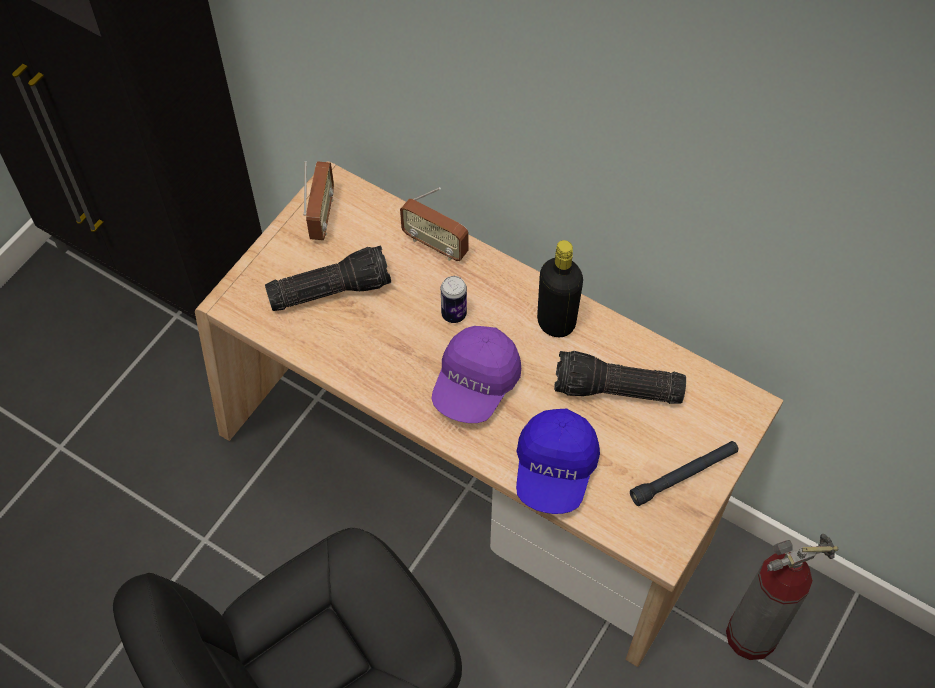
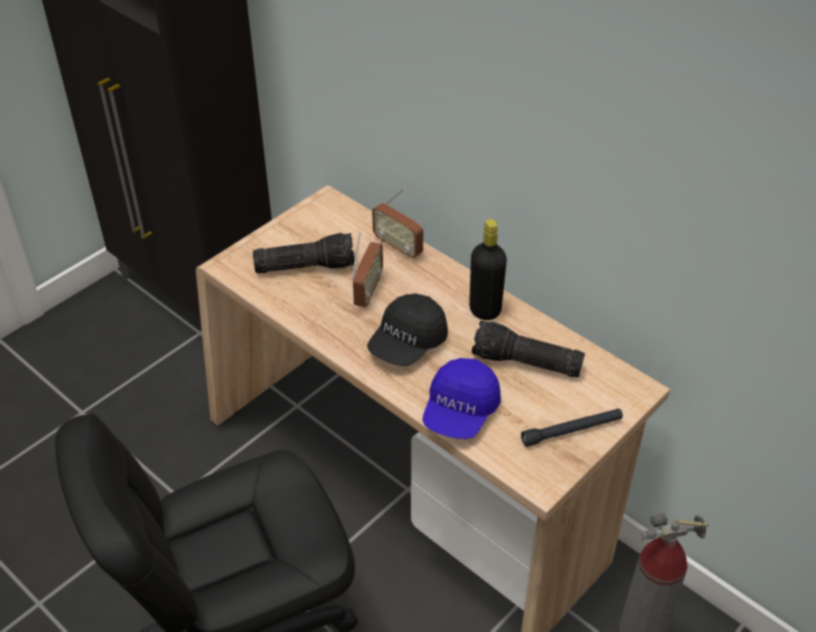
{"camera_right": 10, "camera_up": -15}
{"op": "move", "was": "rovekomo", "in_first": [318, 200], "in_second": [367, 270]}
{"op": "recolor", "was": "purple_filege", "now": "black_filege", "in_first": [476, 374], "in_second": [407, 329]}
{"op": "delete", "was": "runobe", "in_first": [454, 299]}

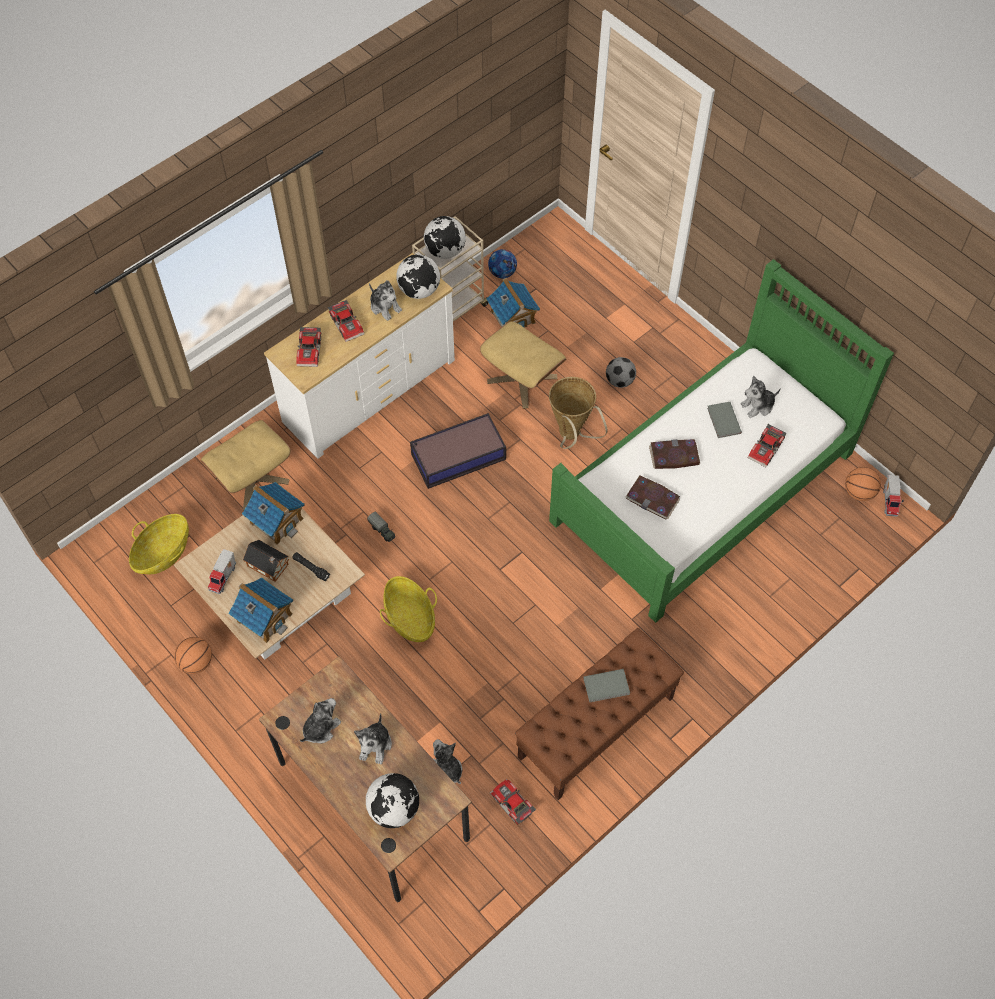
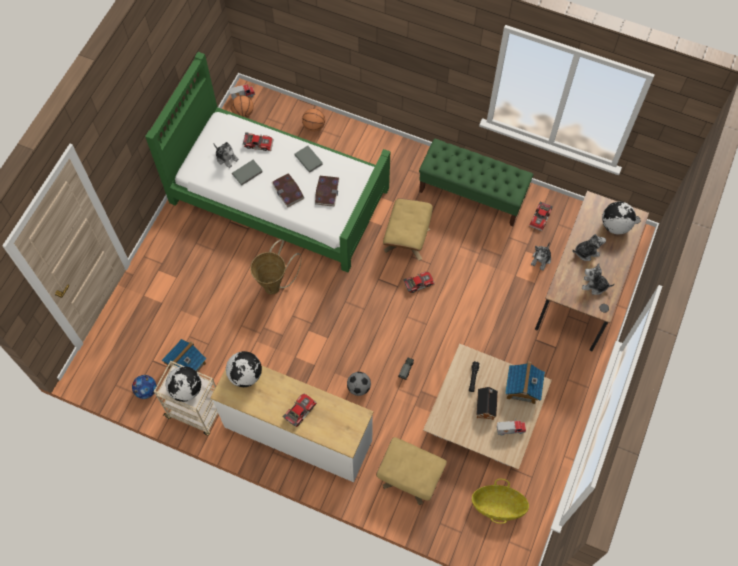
{"camera_right": -115, "camera_up": 5}
{"op": "move", "was": "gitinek", "in_first": [193, 655], "in_second": [313, 120]}
{"op": "delete", "was": "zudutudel", "in_first": [273, 513]}
{"op": "move", "was": "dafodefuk", "in_first": [308, 347], "in_second": [419, 282]}
{"op": "delete", "was": "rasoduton", "in_first": [385, 300]}
{"op": "delete", "was": "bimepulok", "in_first": [408, 609]}
{"op": "delete", "was": "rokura", "in_first": [458, 451]}
{"op": "move", "was": "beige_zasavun", "in_first": [523, 365], "in_second": [408, 229]}
{"op": "recolor", "was": "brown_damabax", "now": "green_damabax", "in_first": [599, 714], "in_second": [476, 182]}
{"op": "move", "was": "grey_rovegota", "in_first": [606, 685], "in_second": [308, 159]}
{"op": "move", "was": "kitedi", "in_first": [621, 372], "in_second": [359, 384]}

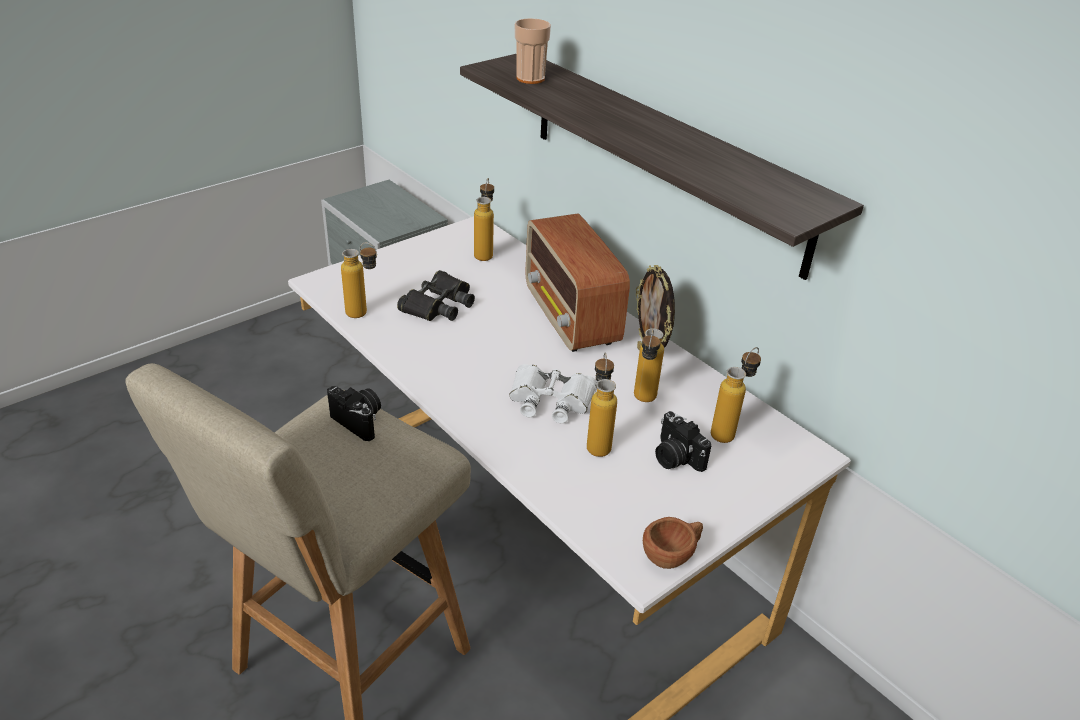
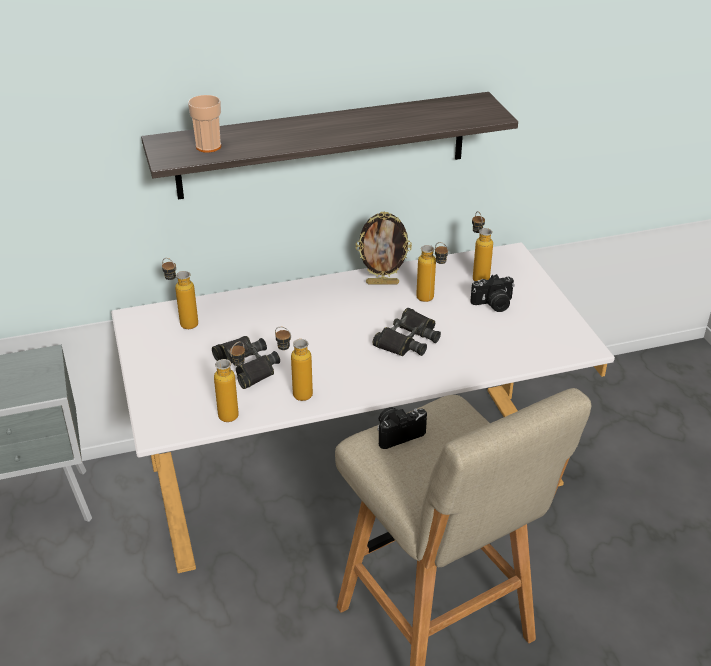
{"camera_right": -65, "camera_up": 0}
{"op": "recolor", "was": "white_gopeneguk", "now": "black_gopeneguk", "in_first": [553, 393], "in_second": [407, 332]}
{"op": "delete", "was": "rovekomo", "in_first": [578, 282]}
{"op": "move", "was": "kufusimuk", "in_first": [602, 405], "in_second": [294, 364]}
{"op": "delete", "was": "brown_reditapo", "in_first": [673, 543]}

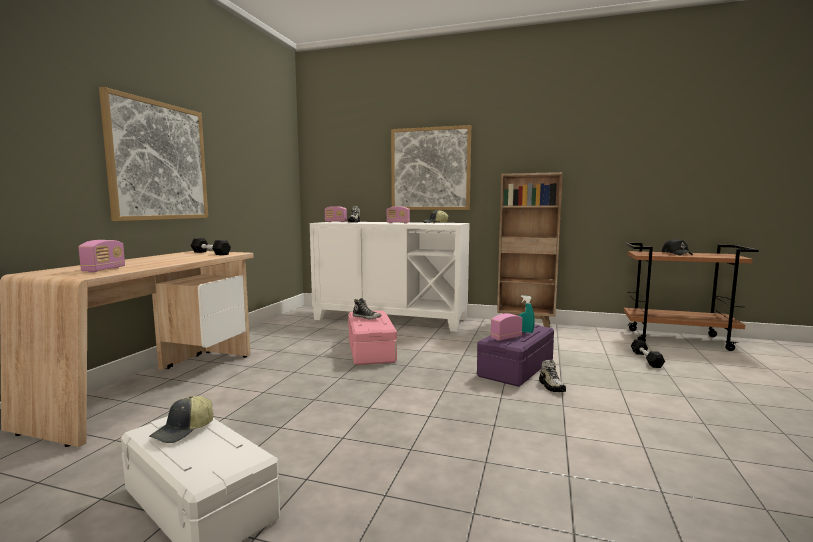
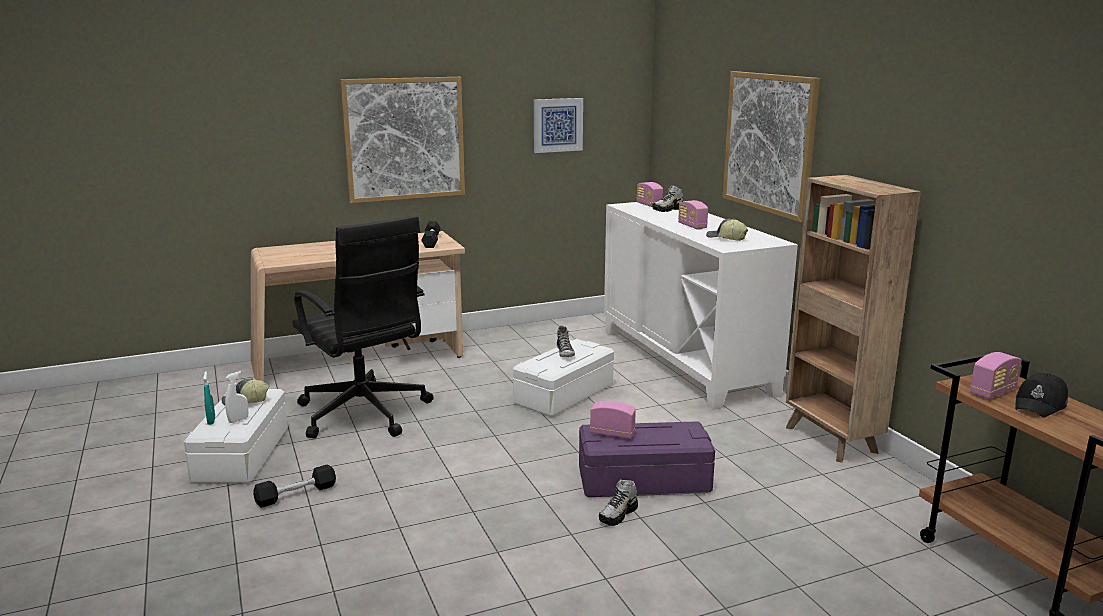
{"camera_right": 50, "camera_up": 10}
{"op": "move", "was": "rovekomo", "in_first": [101, 256], "in_second": [996, 375]}
{"op": "recolor", "was": "pink_rokura", "now": "white_rokura", "in_first": [372, 337], "in_second": [563, 378]}
{"op": "move", "was": "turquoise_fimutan", "in_first": [527, 314], "in_second": [209, 398]}
{"op": "move", "was": "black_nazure", "in_first": [648, 354], "in_second": [294, 486]}
{"op": "insert", "now": "white_fimutan", "in_second": [236, 397]}
{"op": "insert", "now": "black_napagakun", "in_second": [363, 326]}
{"op": "insert", "now": "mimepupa", "in_second": [558, 125]}

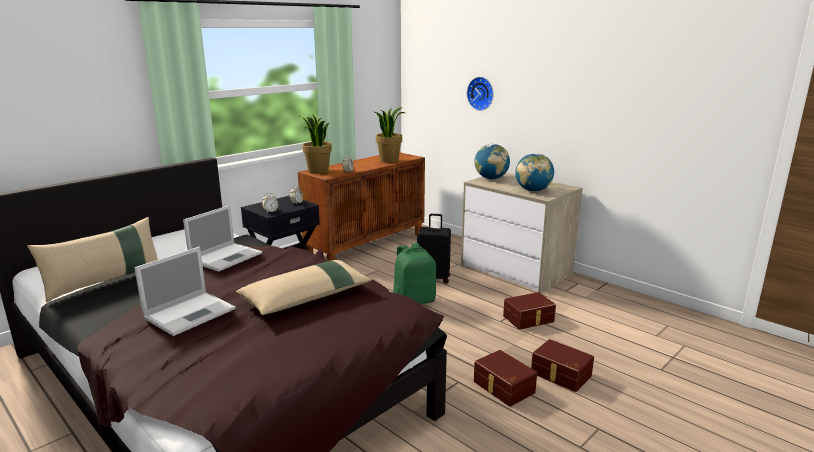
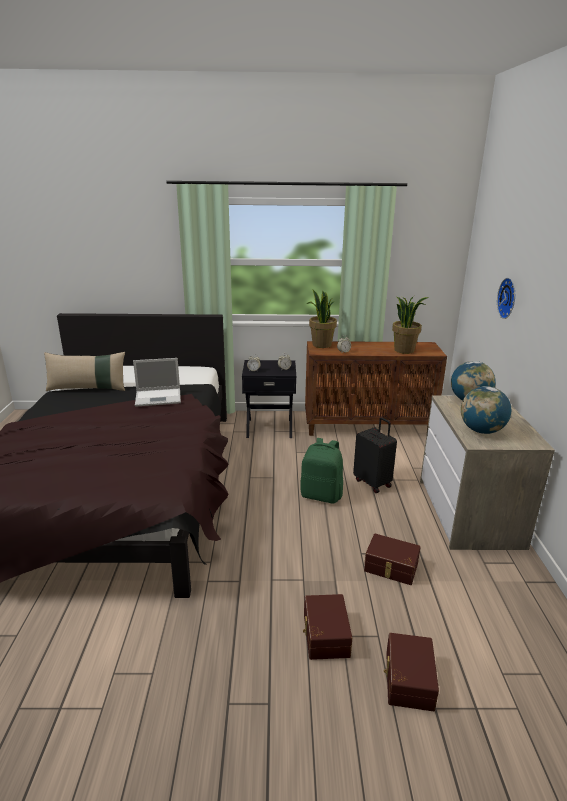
{"camera_right": 45, "camera_up": 5}
{"op": "delete", "was": "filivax", "in_first": [185, 291]}
{"op": "delete", "was": "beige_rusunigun", "in_first": [304, 287]}
{"op": "move", "was": "brown_rokura", "in_first": [505, 378], "in_second": [411, 672]}

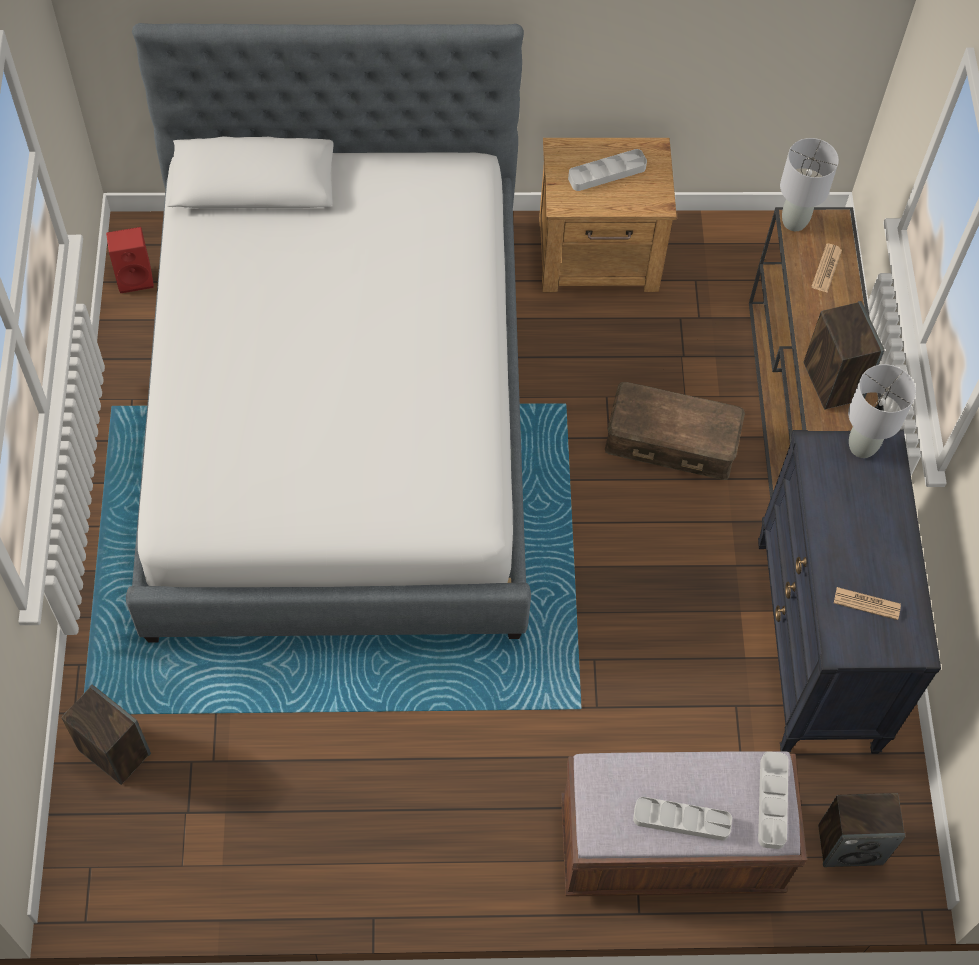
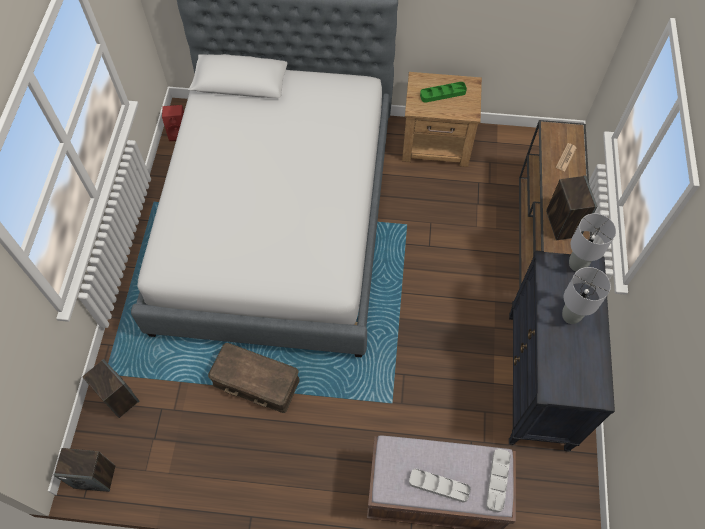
{"camera_right": 10, "camera_up": 0}
{"op": "recolor", "was": "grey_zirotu", "now": "green_zirotu", "in_first": [607, 170], "in_second": [443, 92]}
{"op": "move", "was": "brown_rokura", "in_first": [675, 431], "in_second": [254, 378]}
{"op": "move", "was": "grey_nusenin", "in_first": [809, 184], "in_second": [586, 295]}
{"op": "move", "was": "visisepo", "in_first": [861, 830], "in_second": [84, 470]}
{"op": "delete", "was": "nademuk", "in_first": [867, 603]}

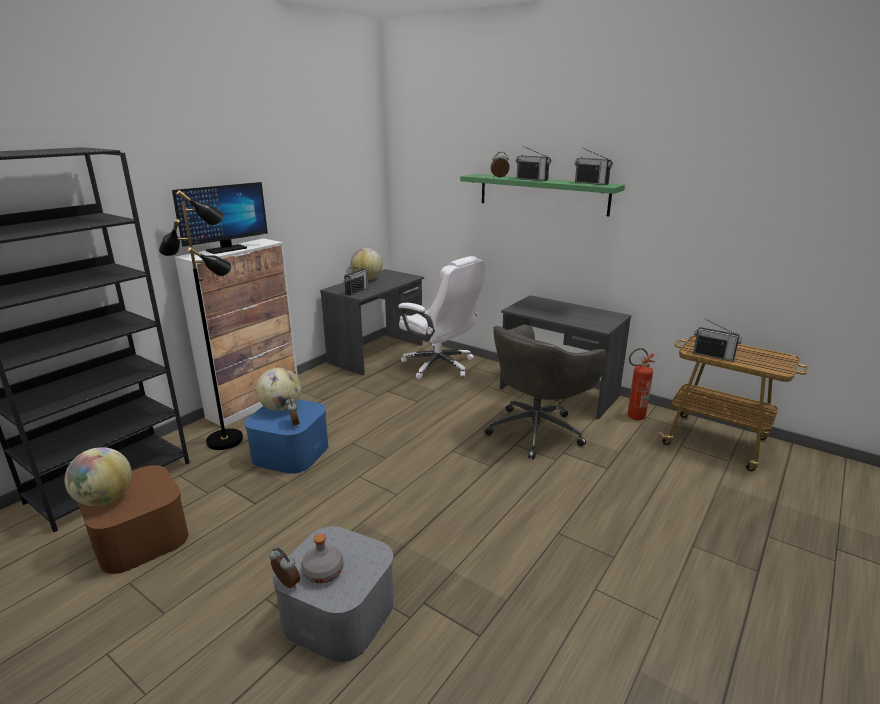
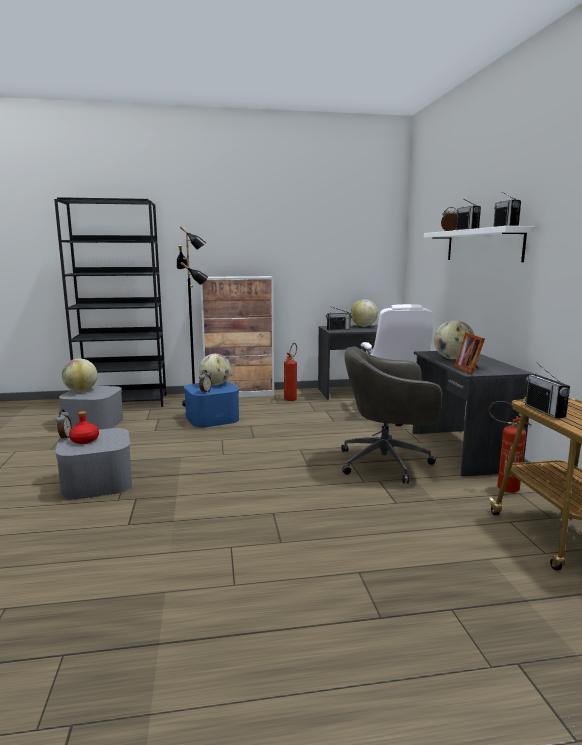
{"camera_right": 45, "camera_up": -10}
{"op": "recolor", "was": "brown_rokura", "now": "grey_rokura", "in_first": [133, 519], "in_second": [91, 408]}
{"op": "delete", "was": "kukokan", "in_first": [220, 218]}
{"op": "recolor", "was": "grey_kufusimuk", "now": "red_kufusimuk", "in_first": [322, 559], "in_second": [84, 427]}
{"op": "recolor", "was": "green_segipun", "now": "white_segipun", "in_first": [542, 195], "in_second": [479, 244]}
{"op": "insert", "now": "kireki", "in_second": [290, 372]}
{"op": "insert", "now": "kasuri", "in_second": [454, 339]}
{"op": "insert", "now": "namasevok", "in_second": [469, 353]}

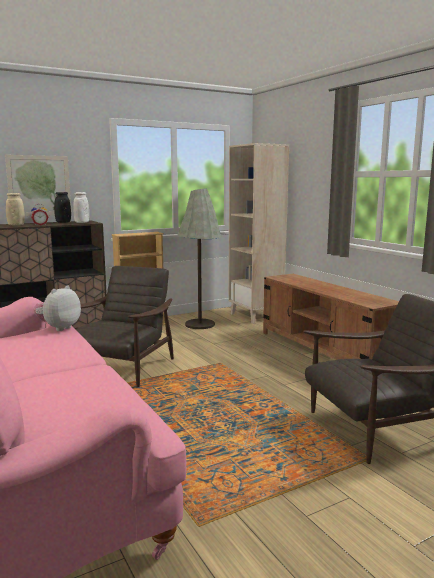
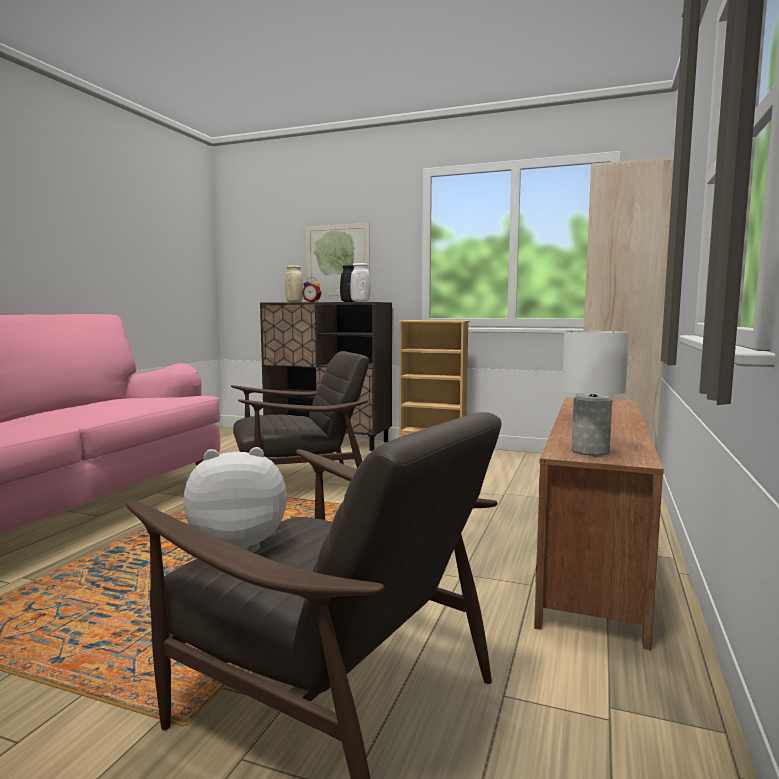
{"camera_right": 50, "camera_up": -5}
{"op": "move", "was": "rasoduton", "in_first": [57, 308], "in_second": [235, 499]}
{"op": "delete", "was": "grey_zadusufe", "in_first": [199, 258]}
{"op": "insert", "now": "white_nusenin", "in_second": [595, 393]}

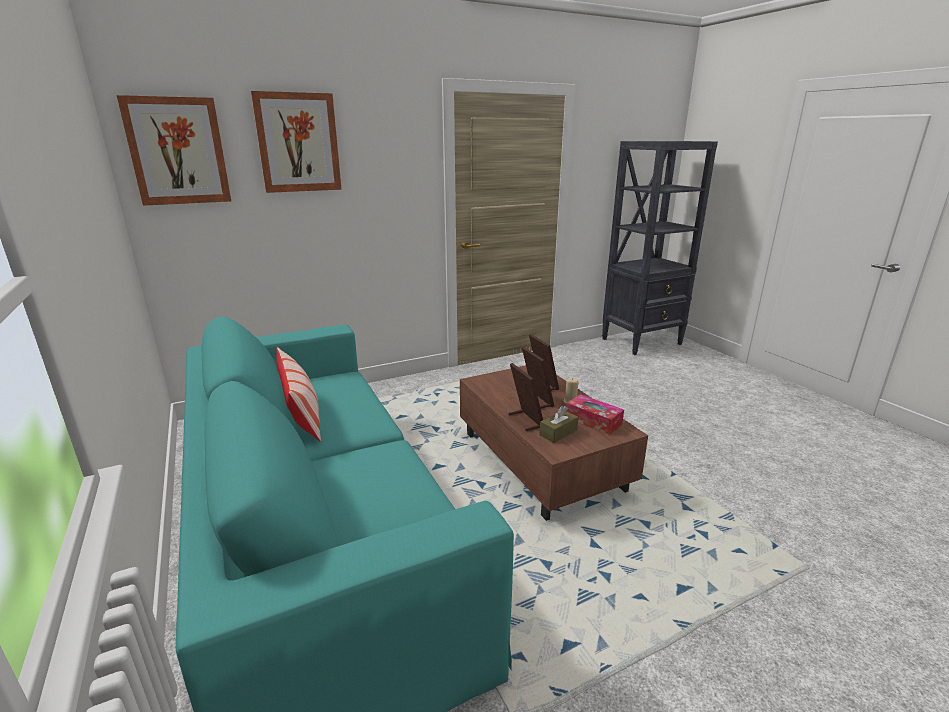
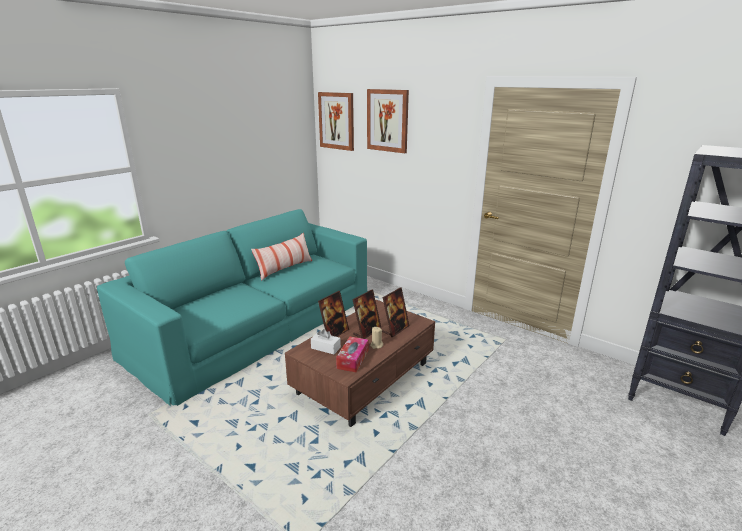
{"camera_right": 65, "camera_up": 0}
{"op": "recolor", "was": "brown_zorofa", "now": "white_zorofa", "in_first": [558, 424], "in_second": [326, 341]}

